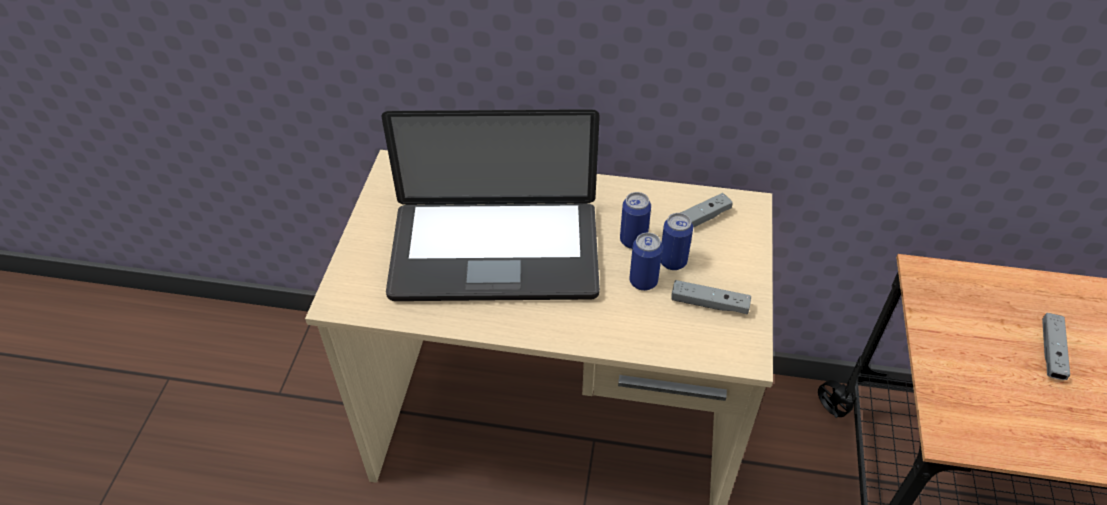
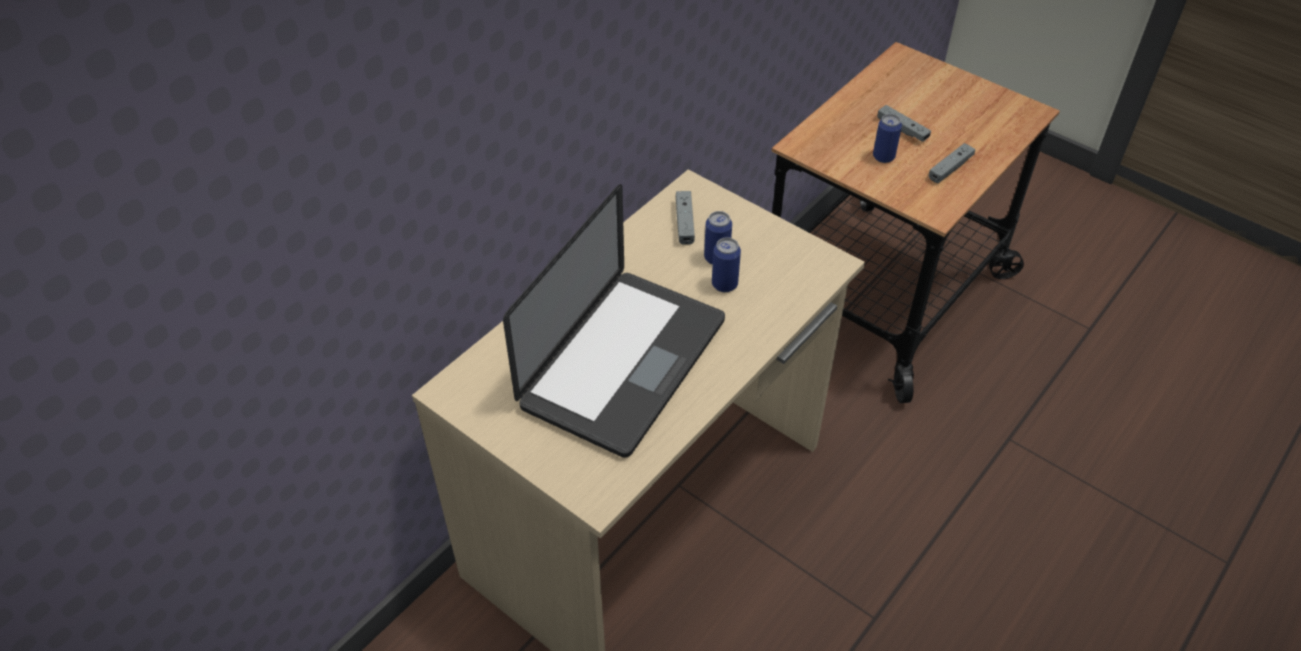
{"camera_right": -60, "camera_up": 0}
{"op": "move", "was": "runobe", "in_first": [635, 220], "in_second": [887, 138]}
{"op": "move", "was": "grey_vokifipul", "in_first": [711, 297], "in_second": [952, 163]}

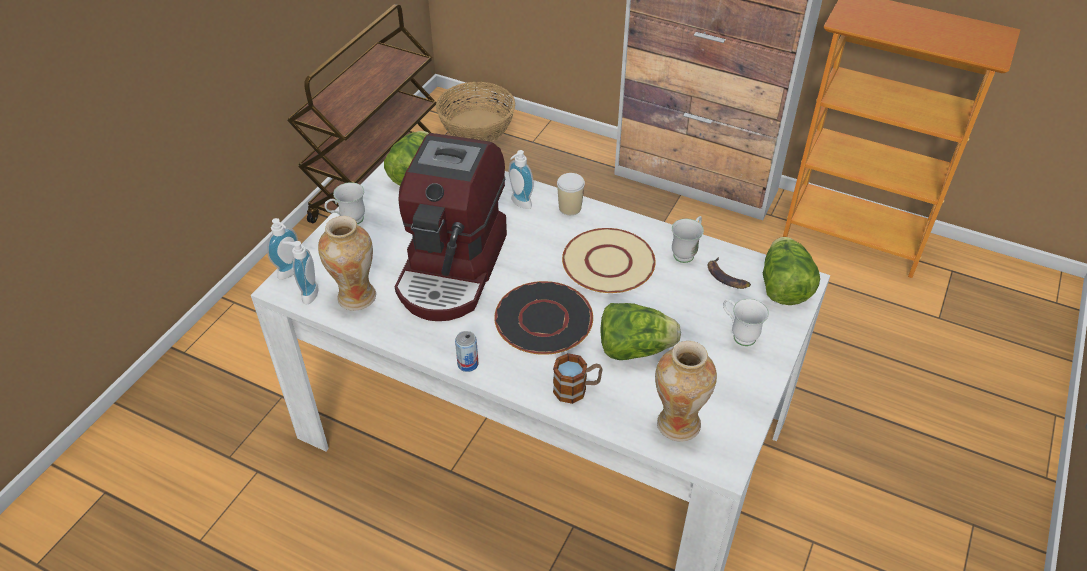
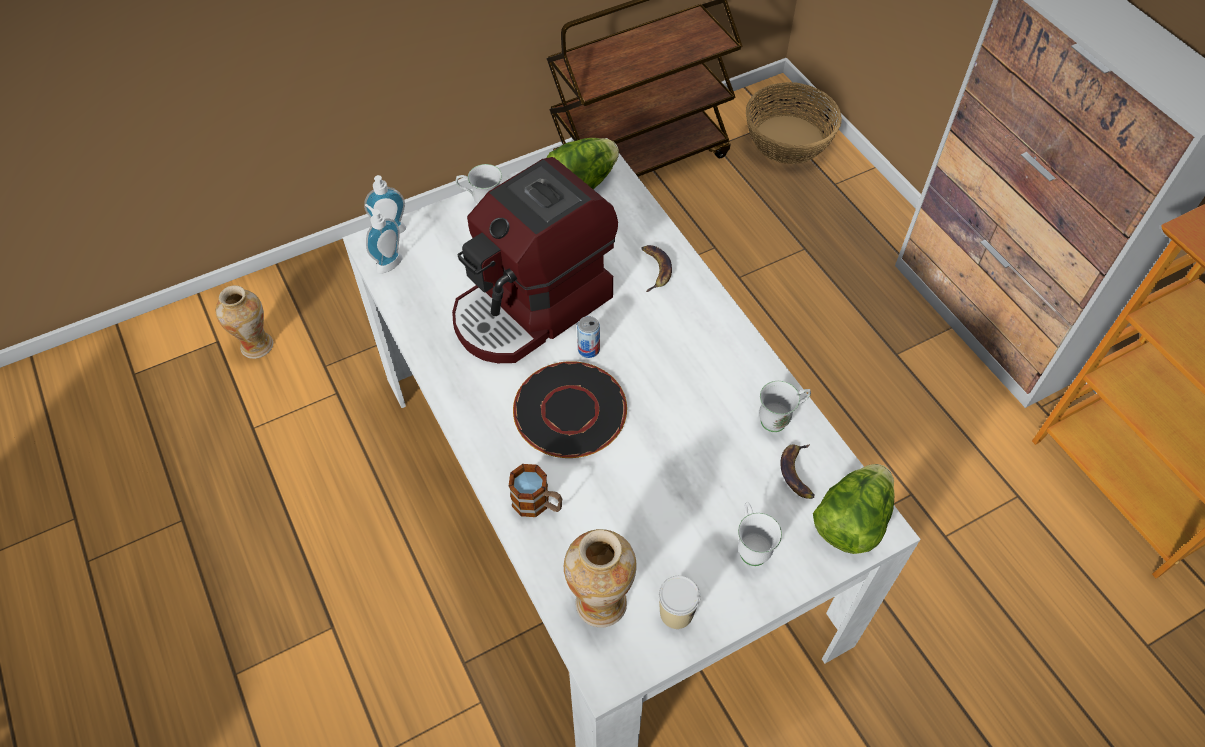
{"camera_right": 35, "camera_up": 10}
{"op": "move", "was": "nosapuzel", "in_first": [347, 263], "in_second": [244, 322]}
{"op": "move", "was": "runobe", "in_first": [466, 351], "in_second": [588, 337]}
{"op": "replace", "was": "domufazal", "now": "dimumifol", "in_first": [521, 179], "in_second": [656, 268]}
{"op": "move", "was": "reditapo", "in_first": [571, 194], "in_second": [679, 602]}
{"op": "delete", "was": "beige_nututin", "in_first": [608, 260]}
{"op": "delete", "was": "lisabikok", "in_first": [640, 331]}

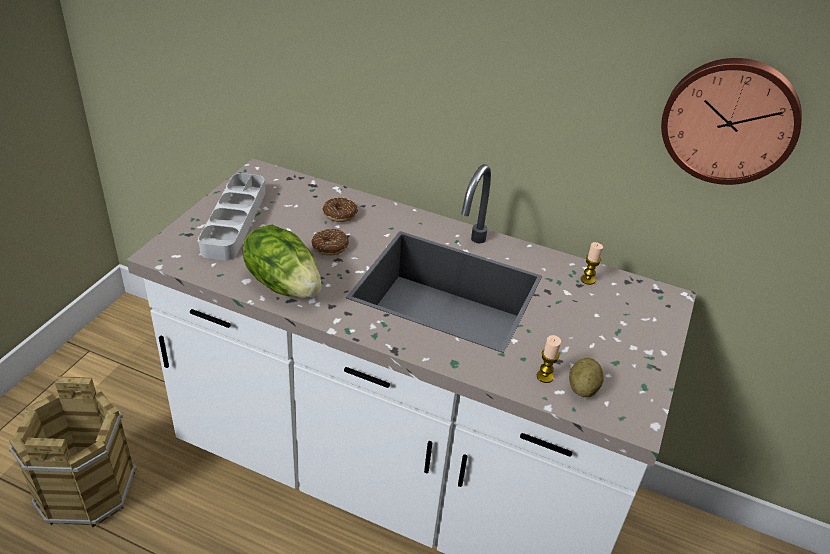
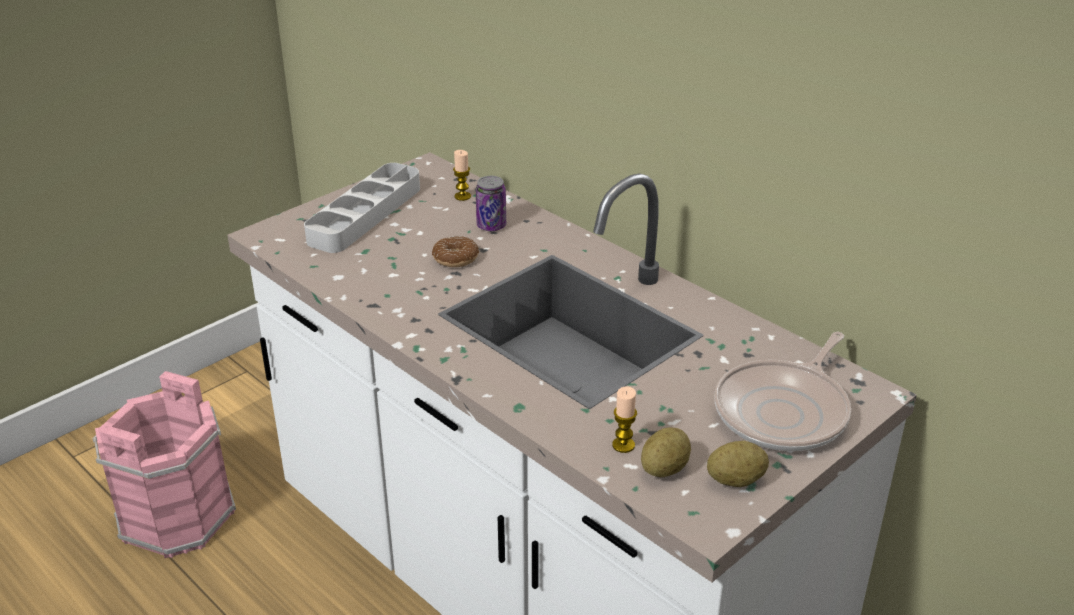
{"camera_right": 25, "camera_up": -5}
{"op": "recolor", "was": "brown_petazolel", "now": "pink_petazolel", "in_first": [73, 451], "in_second": [164, 464]}
{"op": "delete", "was": "lisabikok", "in_first": [282, 261]}
{"op": "replace", "was": "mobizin", "now": "runobe", "in_first": [340, 210], "in_second": [491, 203]}
{"op": "move", "was": "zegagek", "in_first": [592, 263], "in_second": [462, 175]}
{"op": "delete", "was": "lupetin", "in_first": [731, 121]}
{"op": "insert", "now": "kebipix", "in_second": [738, 464]}
{"op": "insert", "now": "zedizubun", "in_second": [782, 391]}

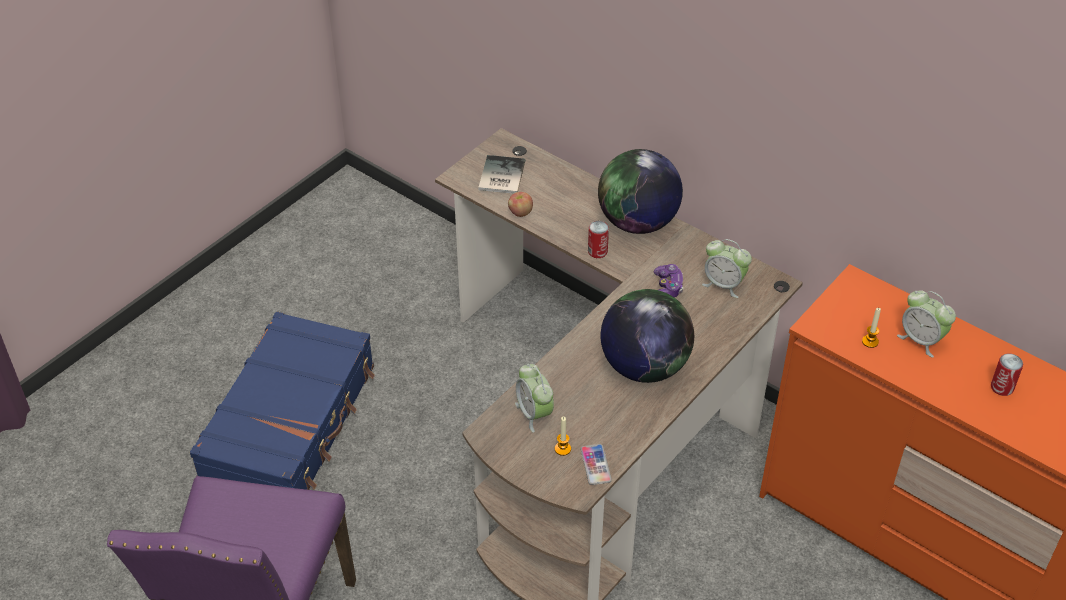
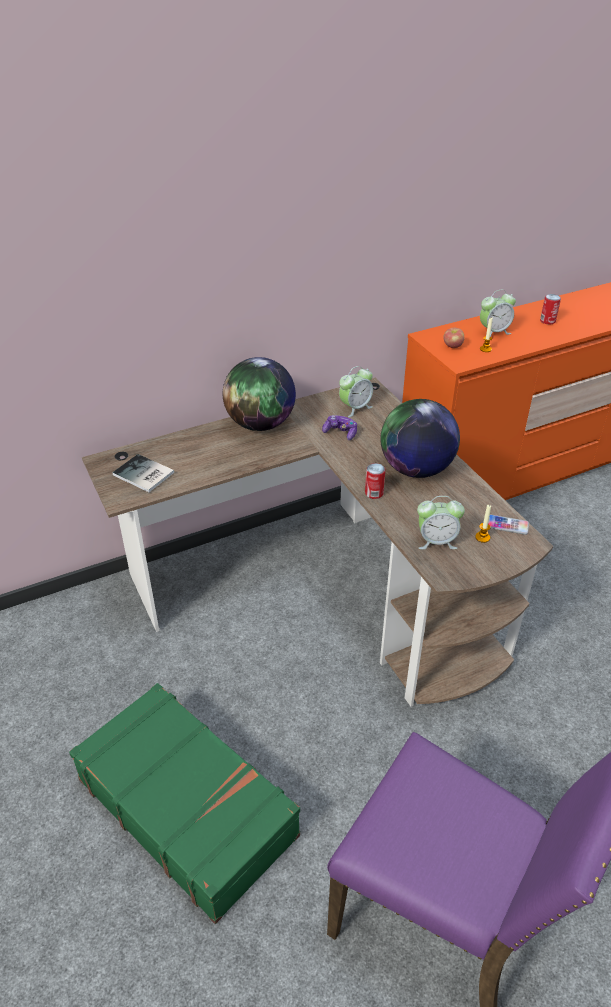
{"camera_right": -65, "camera_up": -5}
{"op": "recolor", "was": "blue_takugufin", "now": "green_takugufin", "in_first": [282, 401], "in_second": [184, 803]}
{"op": "move", "was": "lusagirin", "in_first": [520, 204], "in_second": [453, 338]}
{"op": "move", "was": "runobe", "in_first": [598, 239], "in_second": [375, 481]}

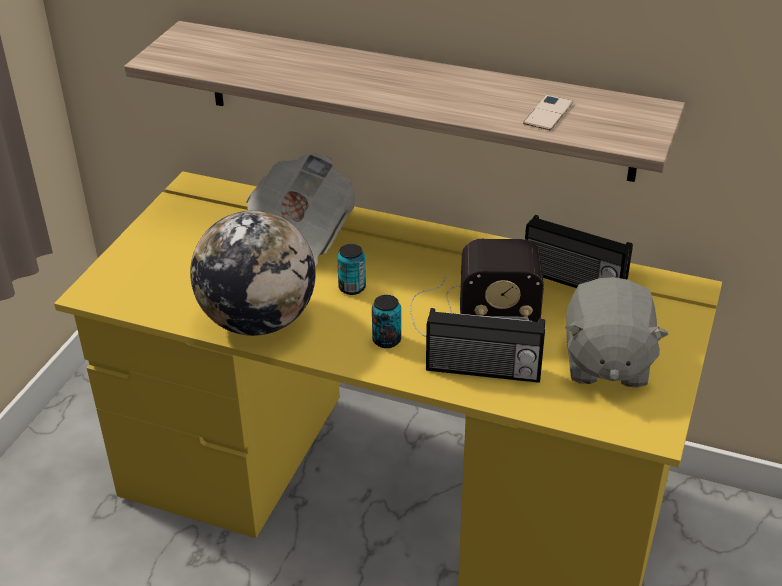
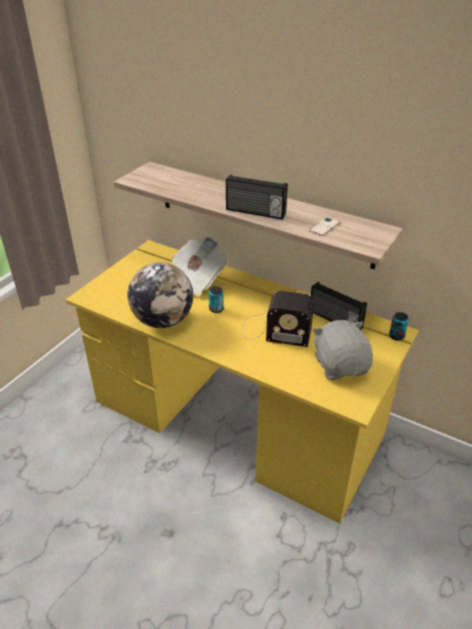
{"camera_right": 10, "camera_up": 0}
{"op": "move", "was": "runobe", "in_first": [386, 321], "in_second": [399, 326]}
{"op": "move", "was": "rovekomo", "in_first": [485, 345], "in_second": [257, 197]}
{"op": "rotate", "was": "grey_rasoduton", "in_first": [617, 332], "in_second": [342, 350], "clockwise": 150}

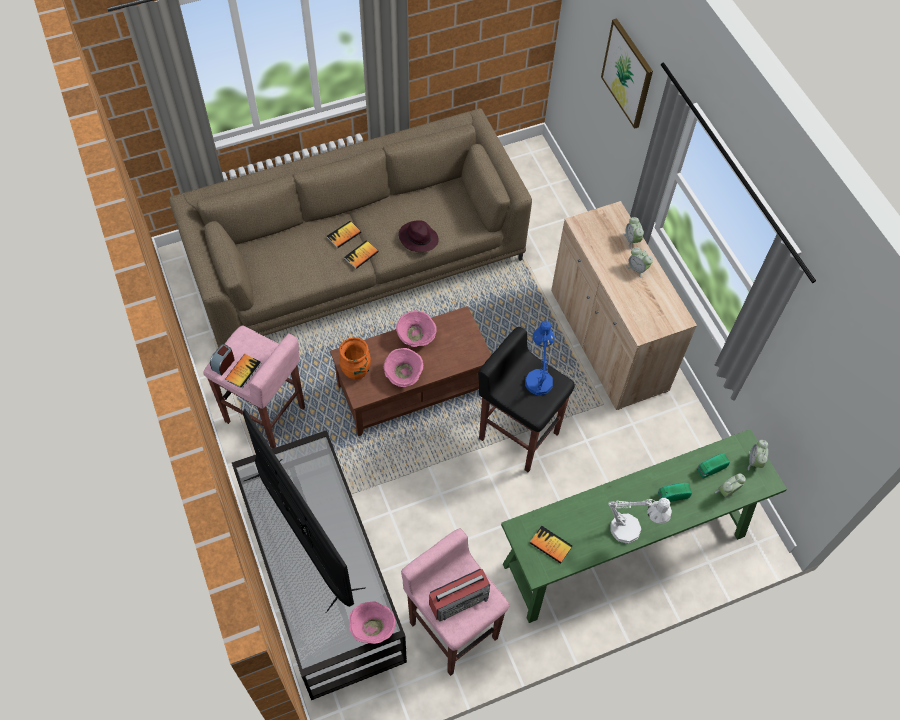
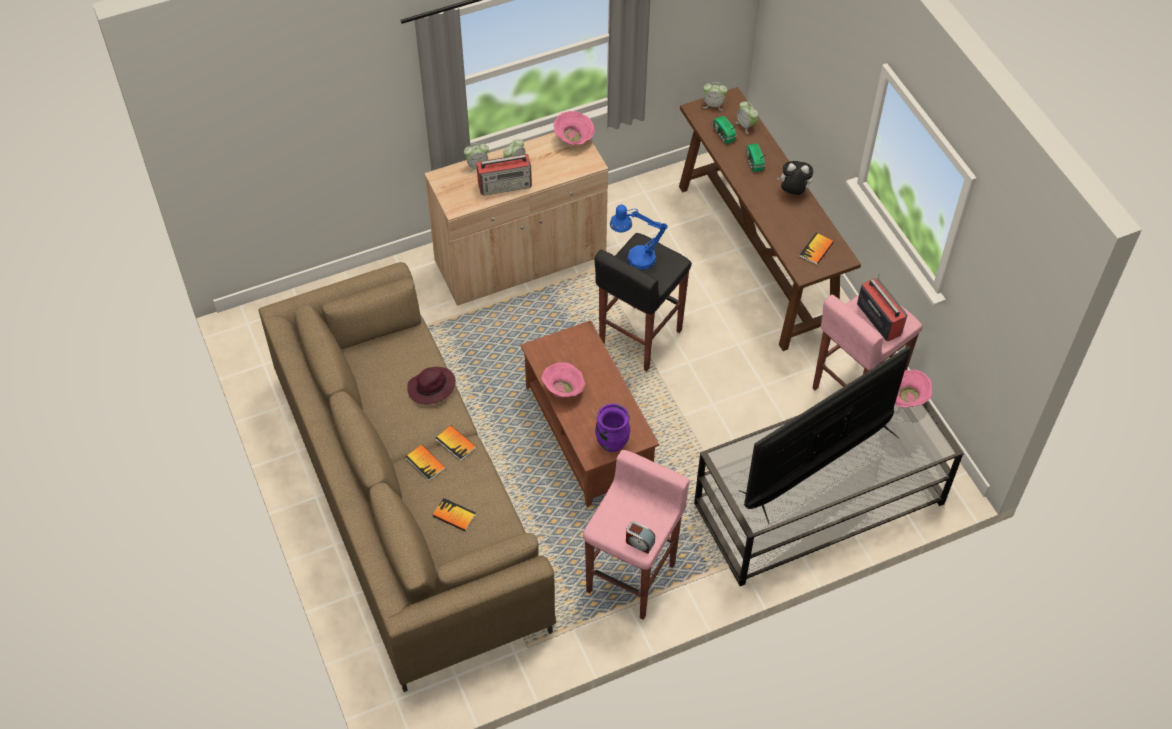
{"camera_right": -90, "camera_up": -5}
{"op": "move", "was": "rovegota", "in_first": [243, 371], "in_second": [454, 514]}
{"op": "recolor", "was": "orange_nosapuzel", "now": "purple_nosapuzel", "in_first": [355, 358], "in_second": [612, 427]}
{"op": "move", "was": "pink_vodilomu", "in_first": [403, 367], "in_second": [574, 128]}
{"op": "recolor", "was": "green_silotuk", "now": "brown_silotuk", "in_first": [644, 526], "in_second": [770, 219]}
{"op": "delete", "was": "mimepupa", "in_first": [627, 73]}
{"op": "replace", "was": "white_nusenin", "now": "rasoduton", "in_first": [640, 520], "in_second": [795, 178]}
{"op": "insert", "now": "rovekomo", "in_second": [504, 175]}

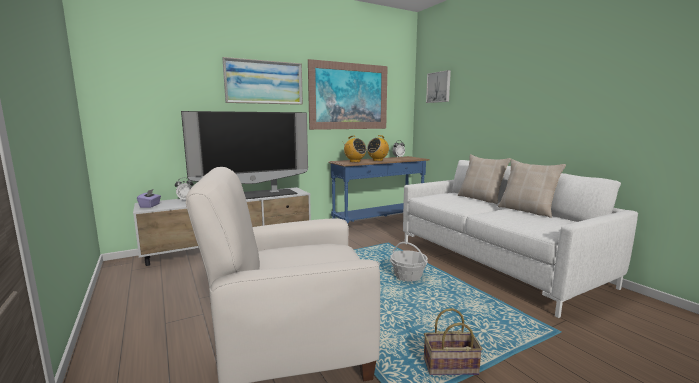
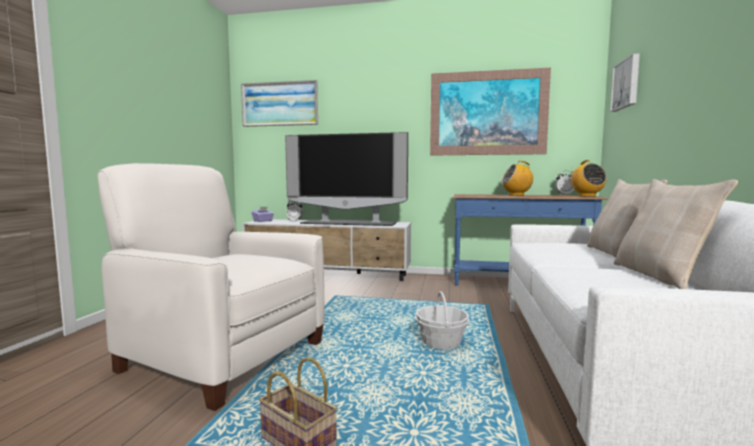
{"camera_right": 40, "camera_up": -5}
{"op": "move", "was": "mimepupa", "in_first": [262, 81], "in_second": [279, 103]}
{"op": "move", "was": "rovekomo", "in_first": [354, 149], "in_second": [589, 178]}

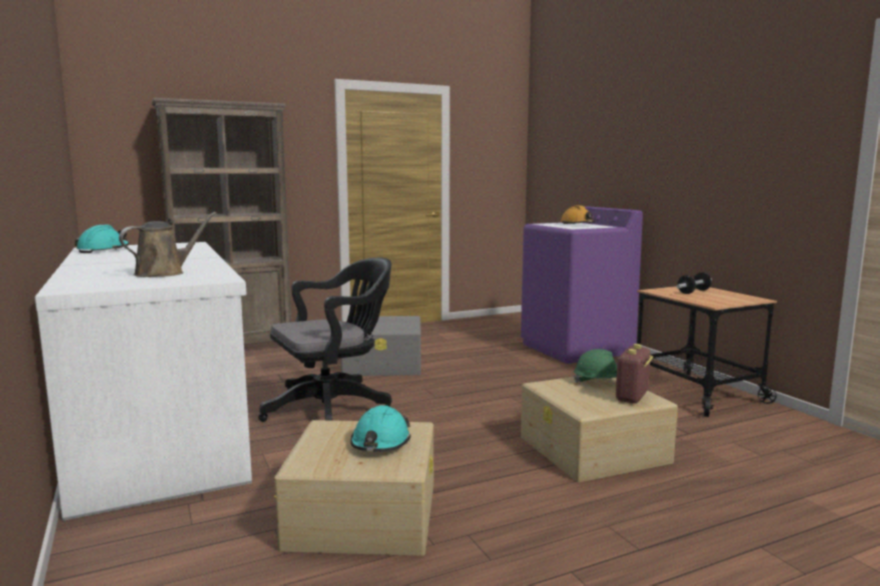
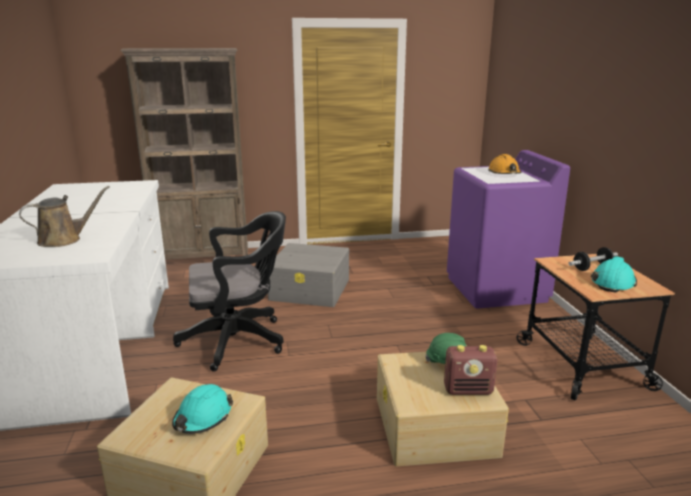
{"camera_right": 15, "camera_up": 10}
{"op": "move", "was": "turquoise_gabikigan", "in_first": [102, 239], "in_second": [614, 274]}
{"op": "rotate", "was": "rovekomo", "in_first": [634, 373], "in_second": [470, 370], "clockwise": -135}

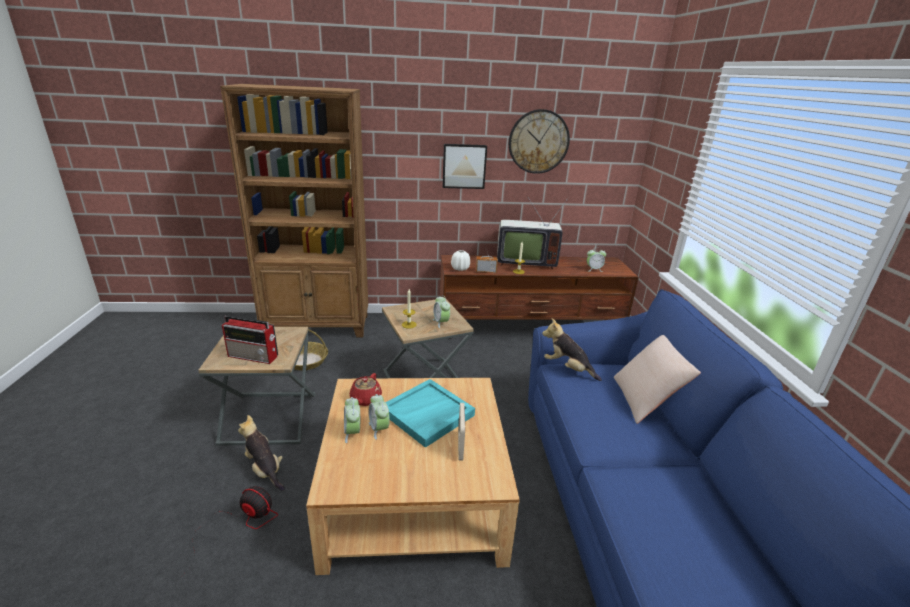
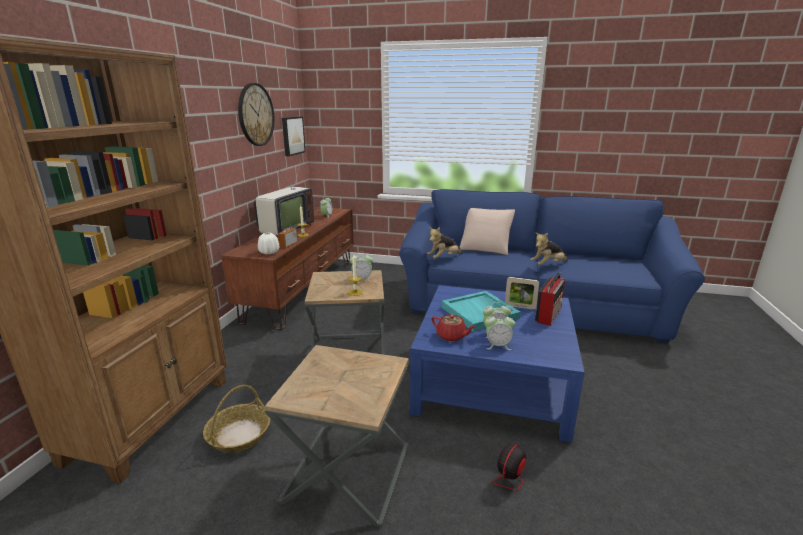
{"camera_right": -70, "camera_up": -5}
{"op": "move", "was": "rovekomo", "in_first": [250, 339], "in_second": [550, 299]}
{"op": "move", "was": "rasoduton", "in_first": [261, 453], "in_second": [549, 248]}
{"op": "recolor", "was": "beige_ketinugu", "now": "blue_ketinugu", "in_first": [413, 476], "in_second": [497, 364]}
{"op": "move", "was": "mimepupa", "in_first": [465, 166], "in_second": [294, 136]}

